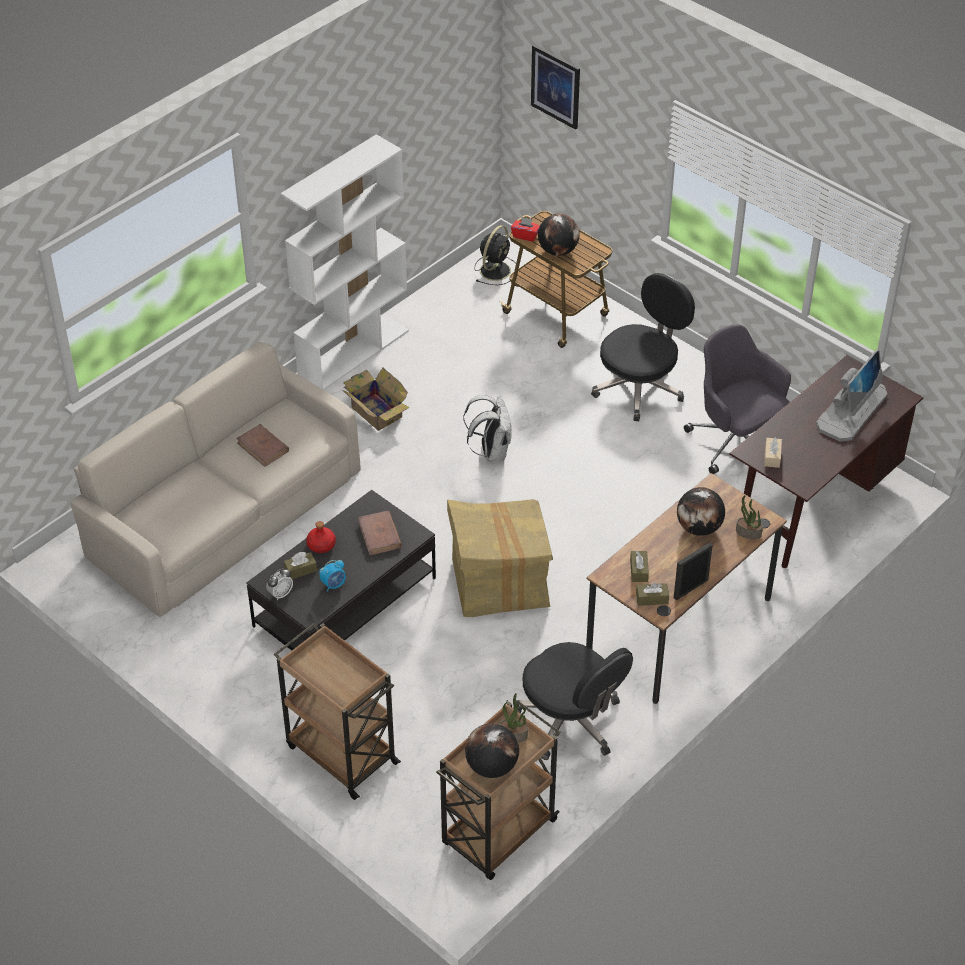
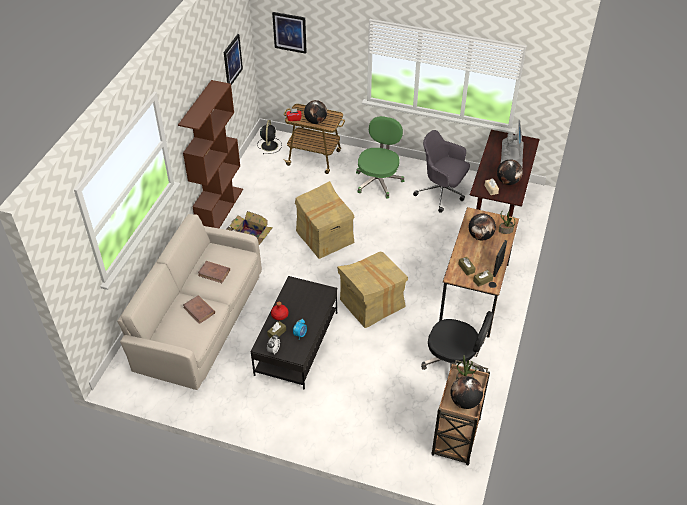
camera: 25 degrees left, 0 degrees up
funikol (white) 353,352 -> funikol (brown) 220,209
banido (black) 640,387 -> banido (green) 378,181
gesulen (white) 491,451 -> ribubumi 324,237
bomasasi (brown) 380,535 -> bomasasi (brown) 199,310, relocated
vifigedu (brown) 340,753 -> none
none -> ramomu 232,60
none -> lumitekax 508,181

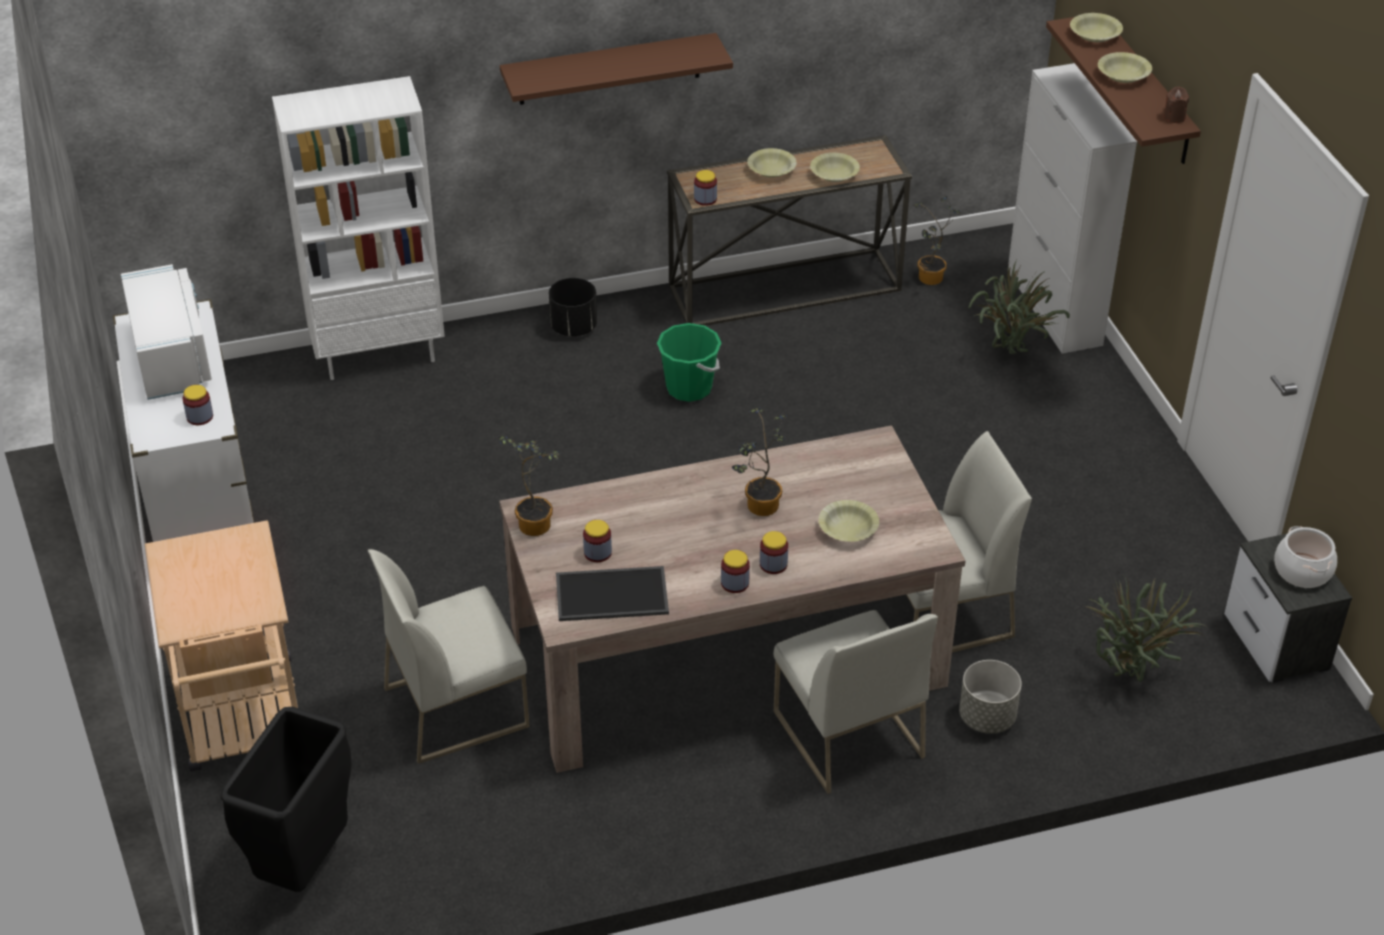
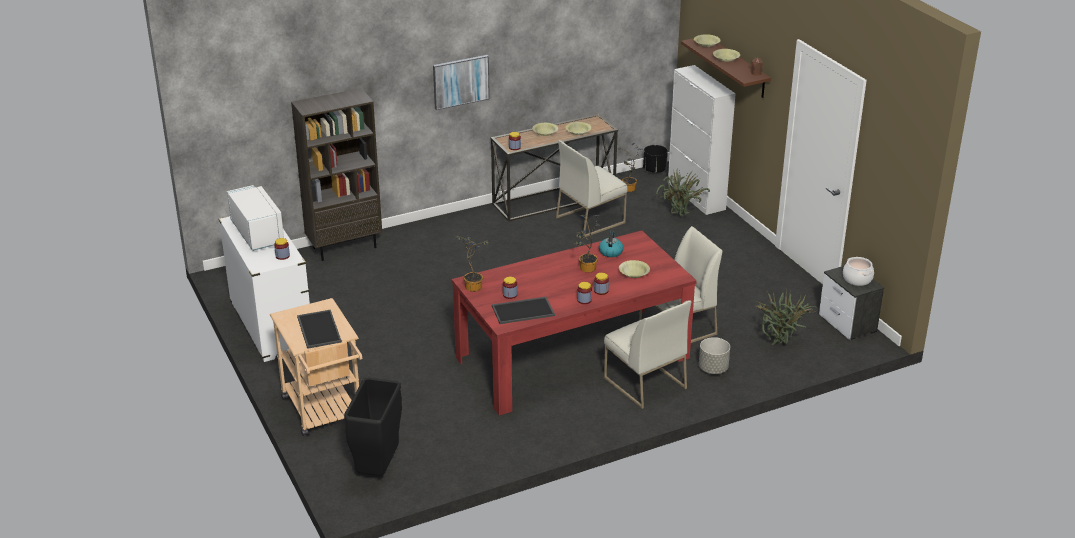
camera: 10 degrees left, 10 degrees down
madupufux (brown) 609,69 -> ramomu 460,81
funikol (white) 379,354 -> funikol (brown) 345,247
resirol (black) 573,327 -> resirol (black) 654,170, relocated
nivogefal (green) 689,388 -> none
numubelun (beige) 726,656 -> numubelun (red) 572,358
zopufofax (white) 457,706 -> zopufofax (white) 590,220, relocated
none -> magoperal 610,252
none -> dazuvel 318,329

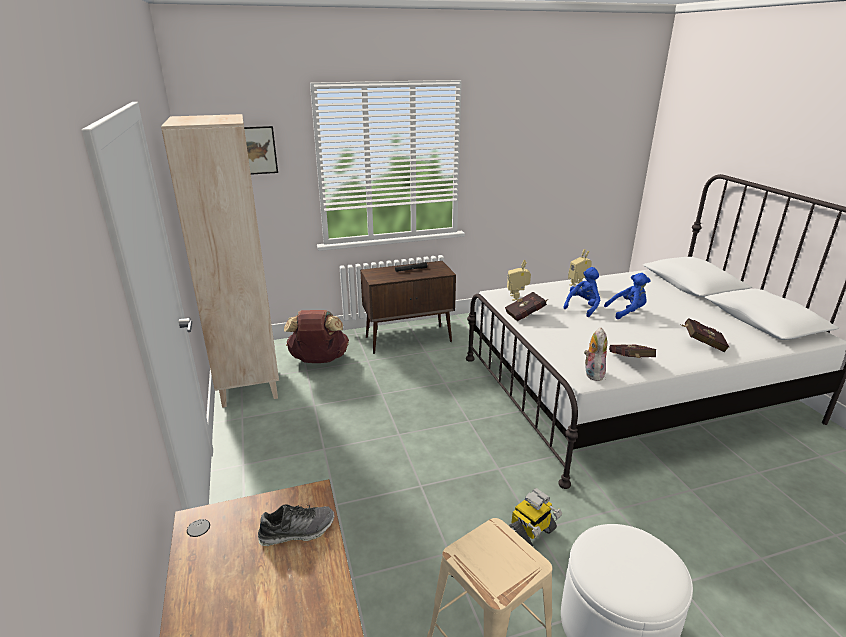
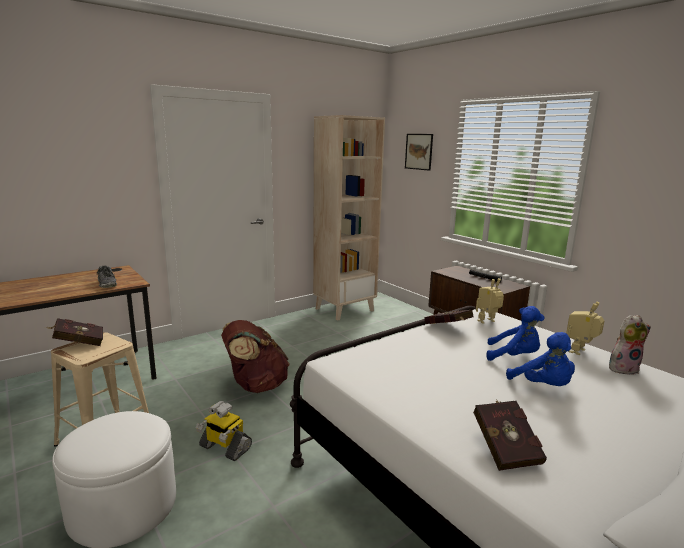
camera: 70 degrees right, 10 degrees down
gesulen (brown) 318,360 -> gesulen (brown) 255,385, relocated
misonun 592,373 -> misonun 623,368, relocated
bomasasi (red) 630,362 -> bomasasi (red) 78,343, relocated

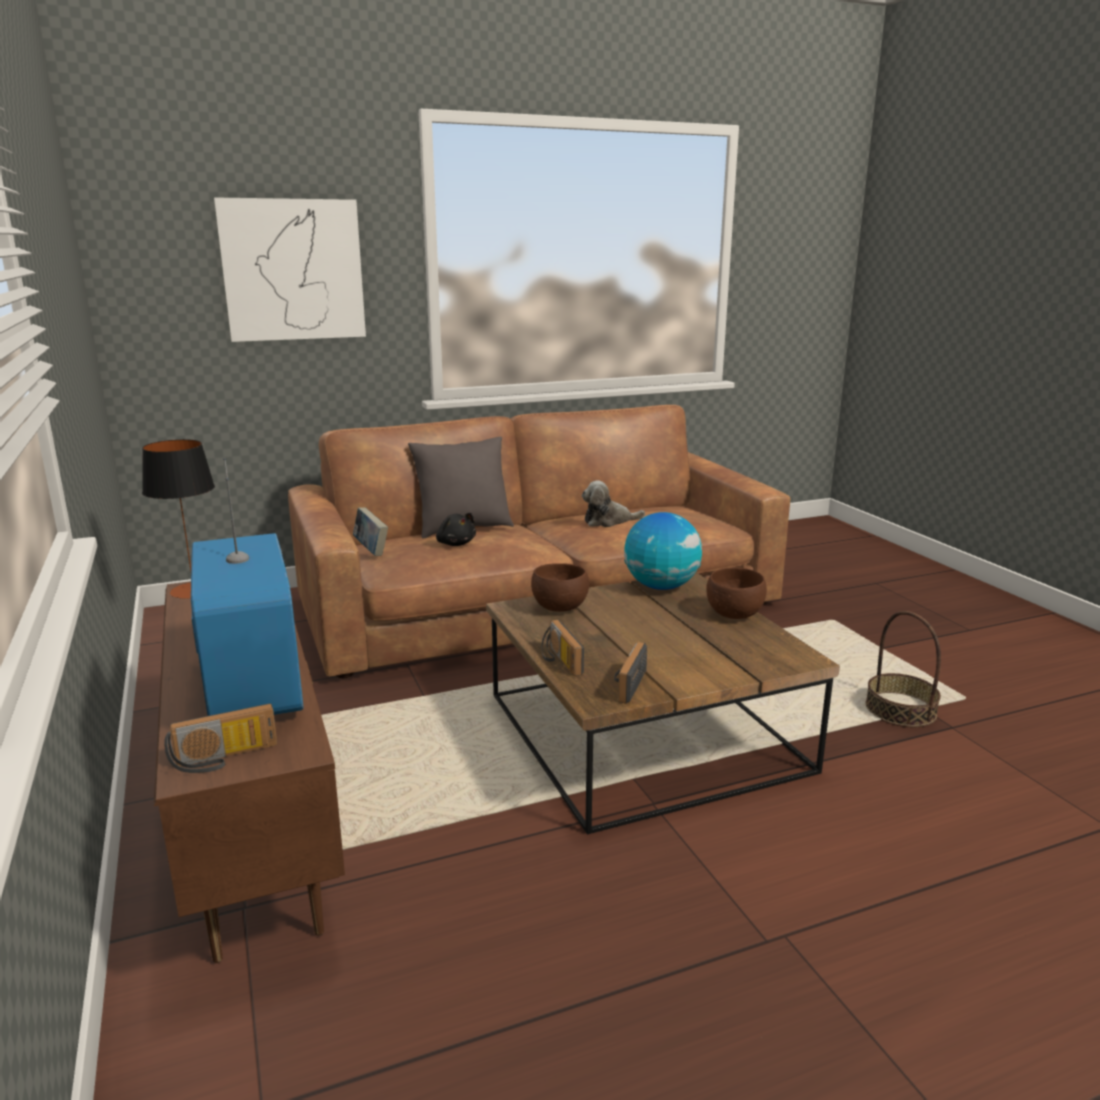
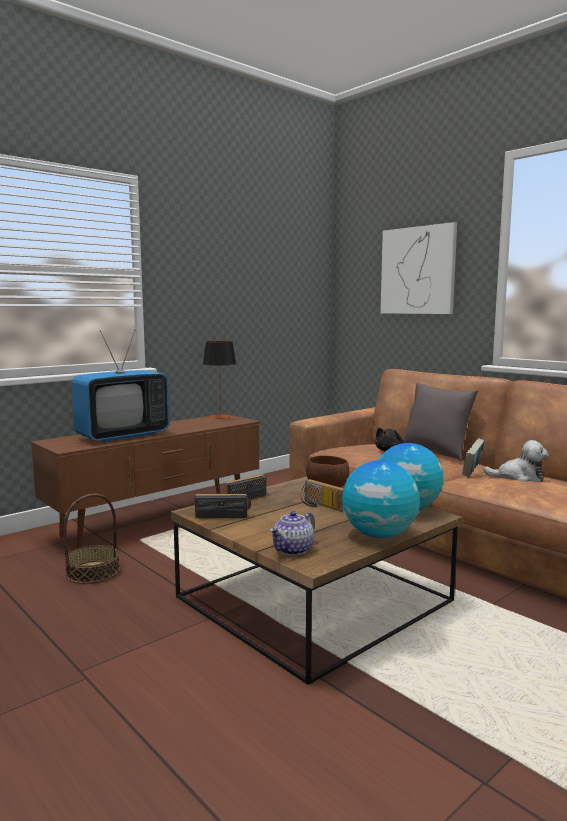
camera: 70 degrees right, 10 degrees down
misonun 608,521 -> misonun 518,478, 135 degrees clockwise
bomasasi 371,550 -> bomasasi 472,472, relocated
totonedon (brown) 733,614 -> lumitekax 379,535
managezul 900,710 -> managezul 93,572, relocated
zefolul 224,759 -> zefolul 320,506, relocated
none -> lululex 293,550

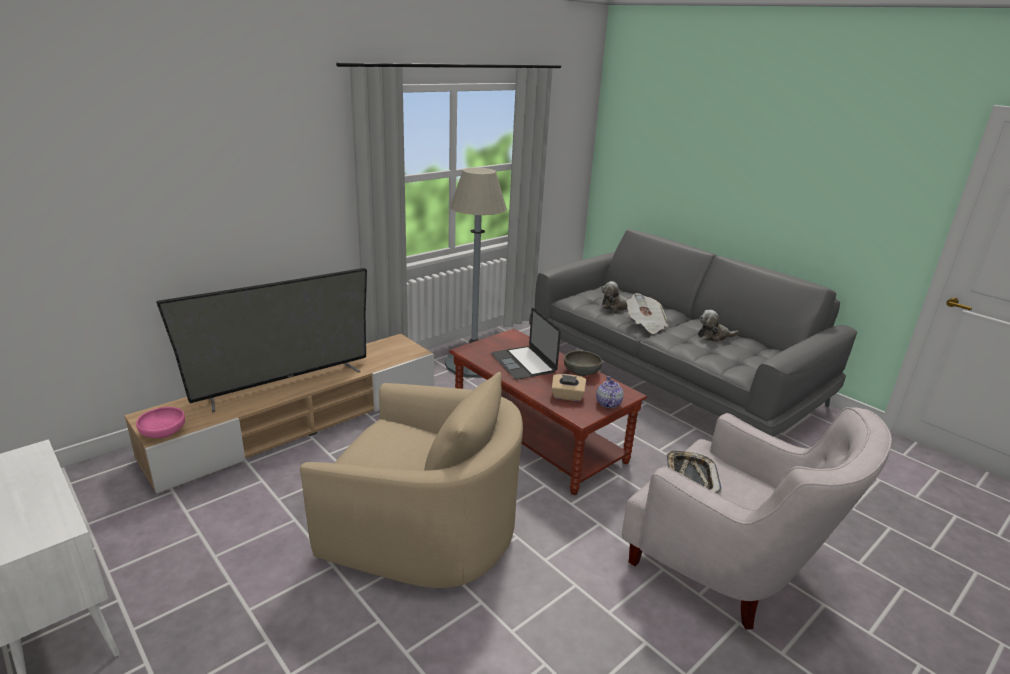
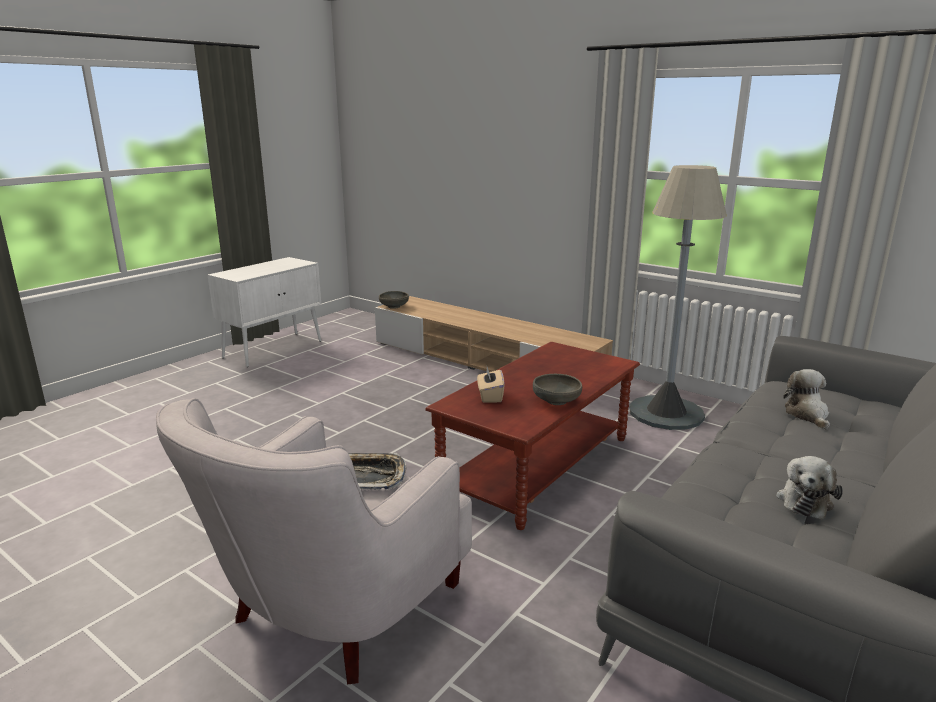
camera: 80 degrees right, 5 degrees down
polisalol 283,383 -> none
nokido 645,324 -> none
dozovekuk 523,363 -> none
misonun 714,336 -> misonun 805,500, 135 degrees counterclockwise
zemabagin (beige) 424,528 -> none
lululex 608,403 -> none
totonedon (pink) 163,433 -> totonedon (grey) 394,306

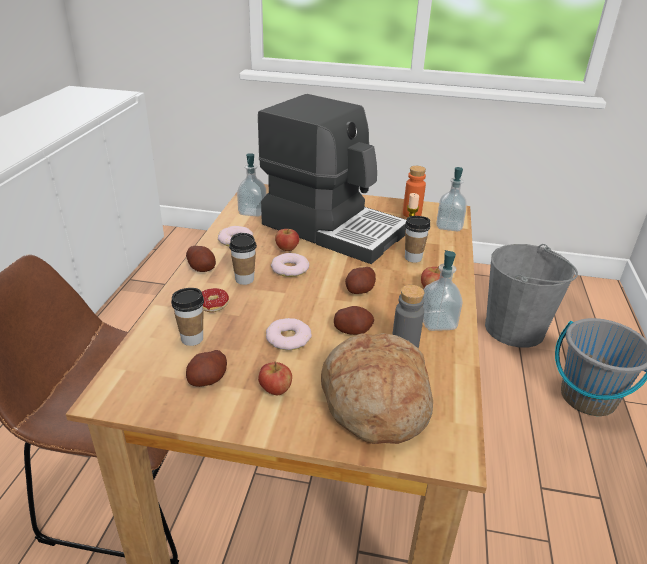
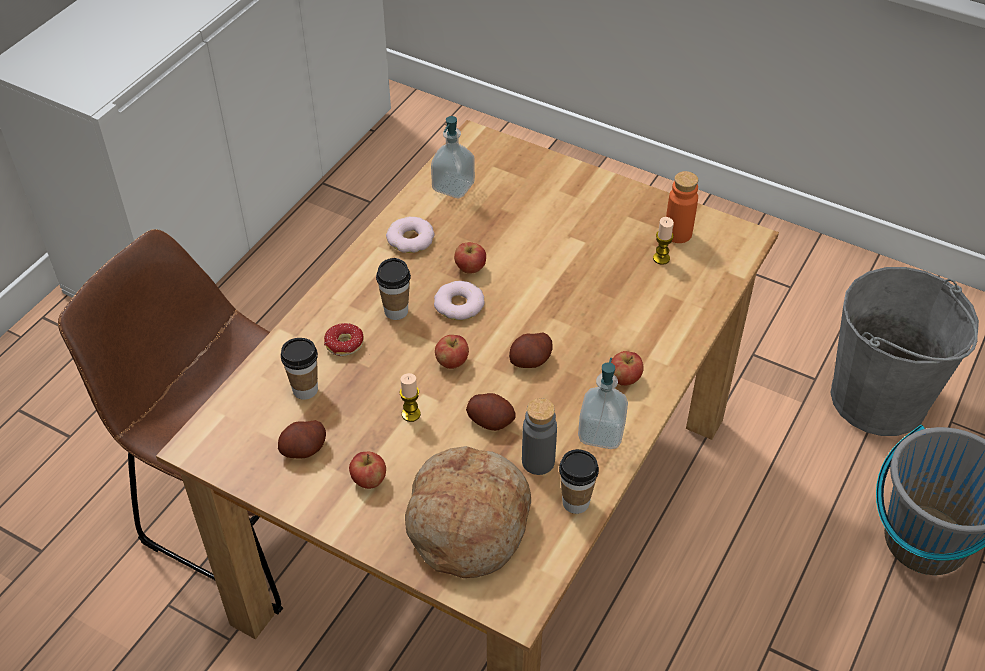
camera: 20 degrees right, 15 degrees up
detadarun 333,227 -> none
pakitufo 449,226 -> none
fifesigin 413,258 -> fifesigin 575,502, relocated
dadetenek 202,268 -> none
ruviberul 288,338 -> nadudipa 411,414
none -> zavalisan 452,362

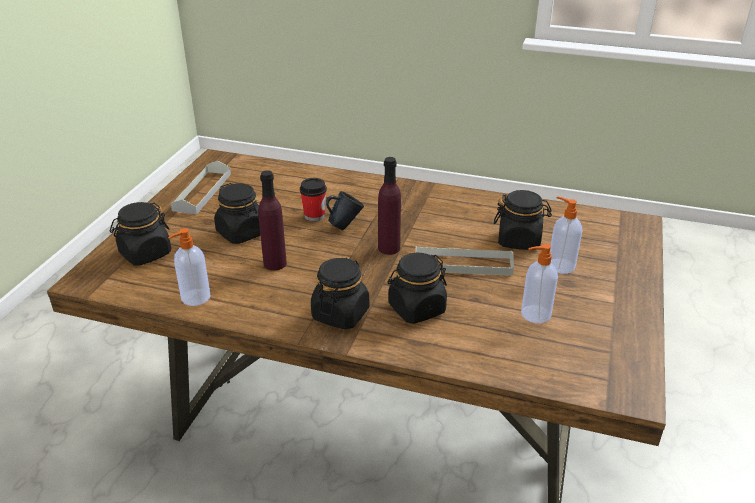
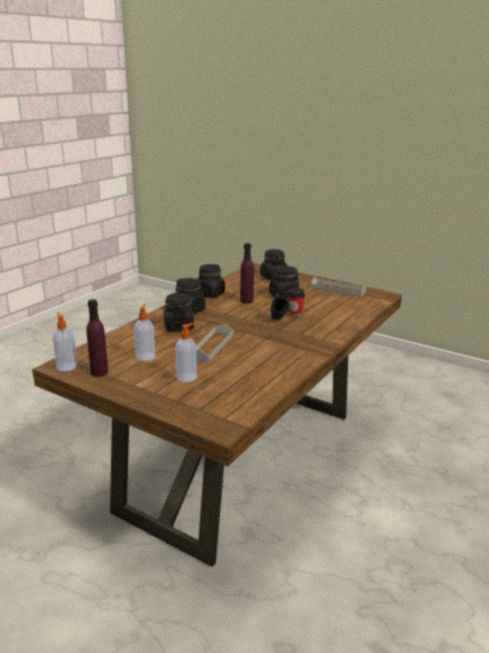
camera: 105 degrees right, 10 degrees down
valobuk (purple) 389,248 -> valobuk (purple) 99,372, relocated
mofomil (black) 519,240 -> mofomil (black) 210,294, relocated
pakitufo 195,298 -> pakitufo 66,366, relocated

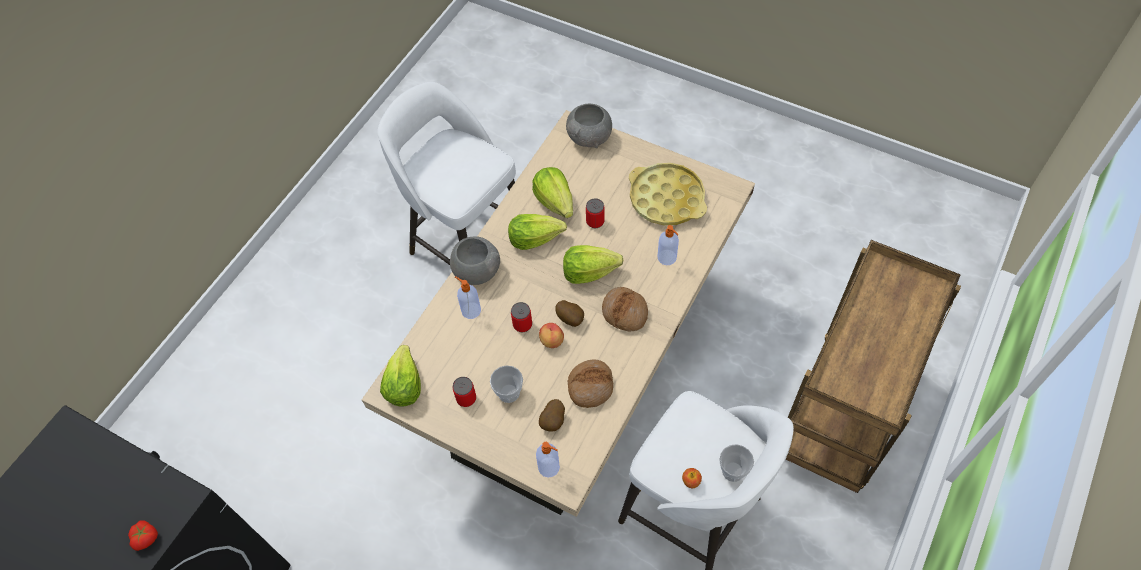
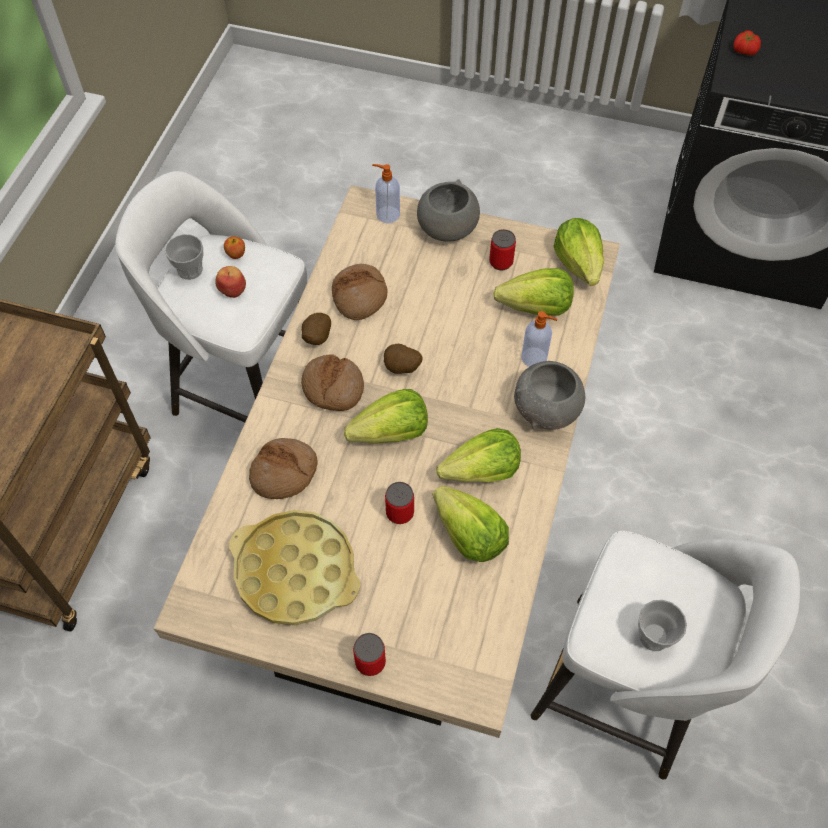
camera: 165 degrees right, 0 degrees up
totonedon (grey) 589,137 -> totonedon (grey) 447,229, relocated
pakitufo 667,258 -> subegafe 284,473
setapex 522,324 -> setapex 370,662, relocated
zavalisan 551,341 -> zavalisan 233,289, relocated
fifesigin 509,392 -> fifesigin 654,636, relocated
dadetenek 553,421 -> dadetenek 316,338, relocated
none -> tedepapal 536,308

